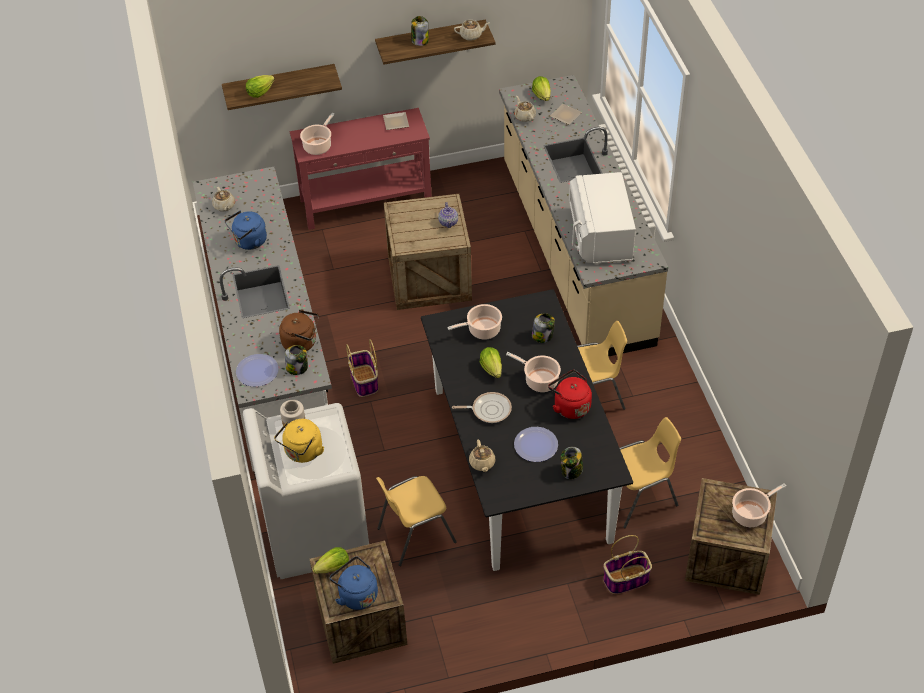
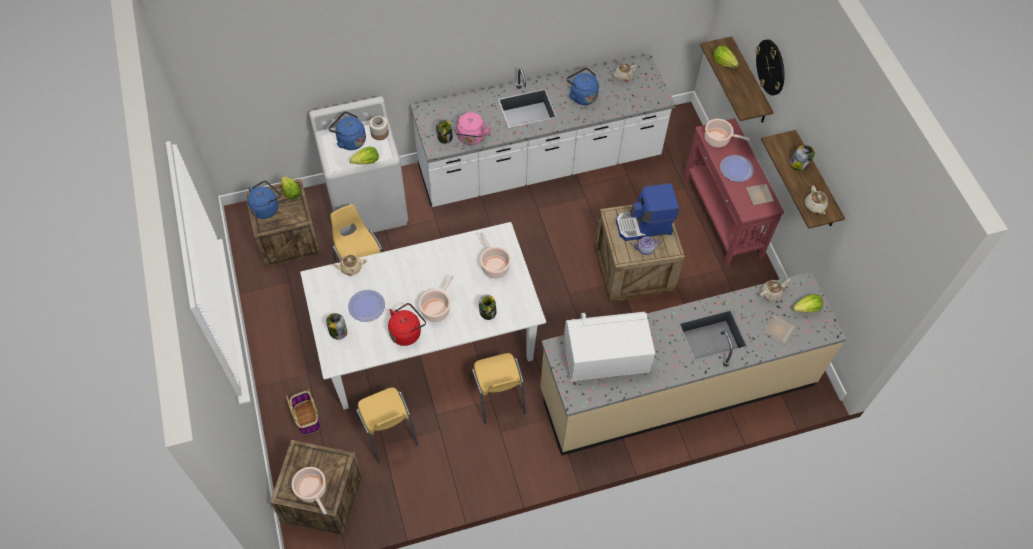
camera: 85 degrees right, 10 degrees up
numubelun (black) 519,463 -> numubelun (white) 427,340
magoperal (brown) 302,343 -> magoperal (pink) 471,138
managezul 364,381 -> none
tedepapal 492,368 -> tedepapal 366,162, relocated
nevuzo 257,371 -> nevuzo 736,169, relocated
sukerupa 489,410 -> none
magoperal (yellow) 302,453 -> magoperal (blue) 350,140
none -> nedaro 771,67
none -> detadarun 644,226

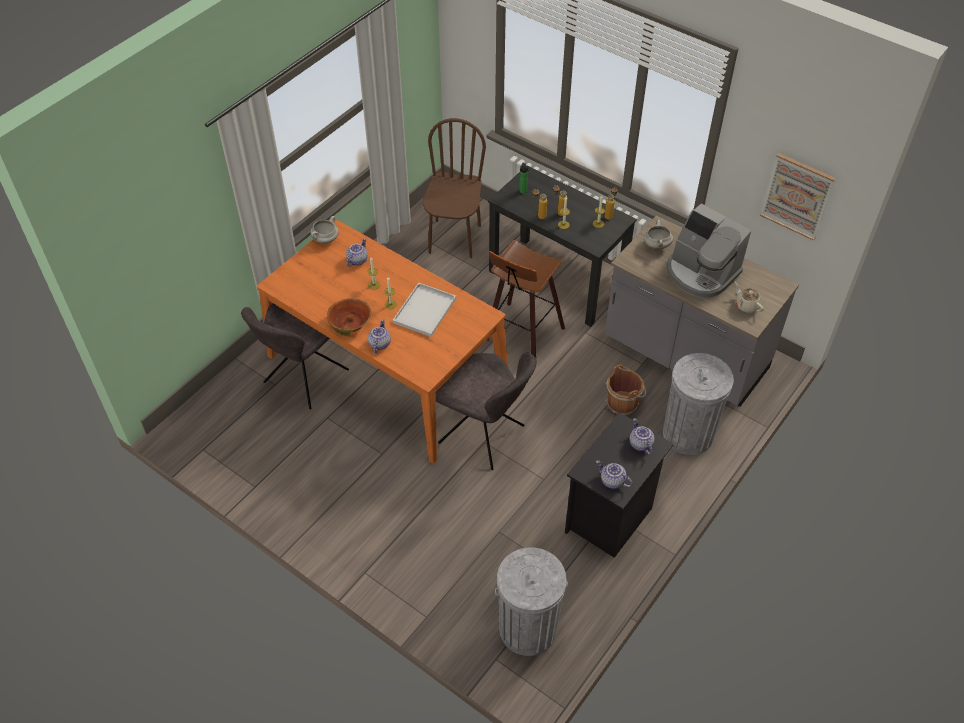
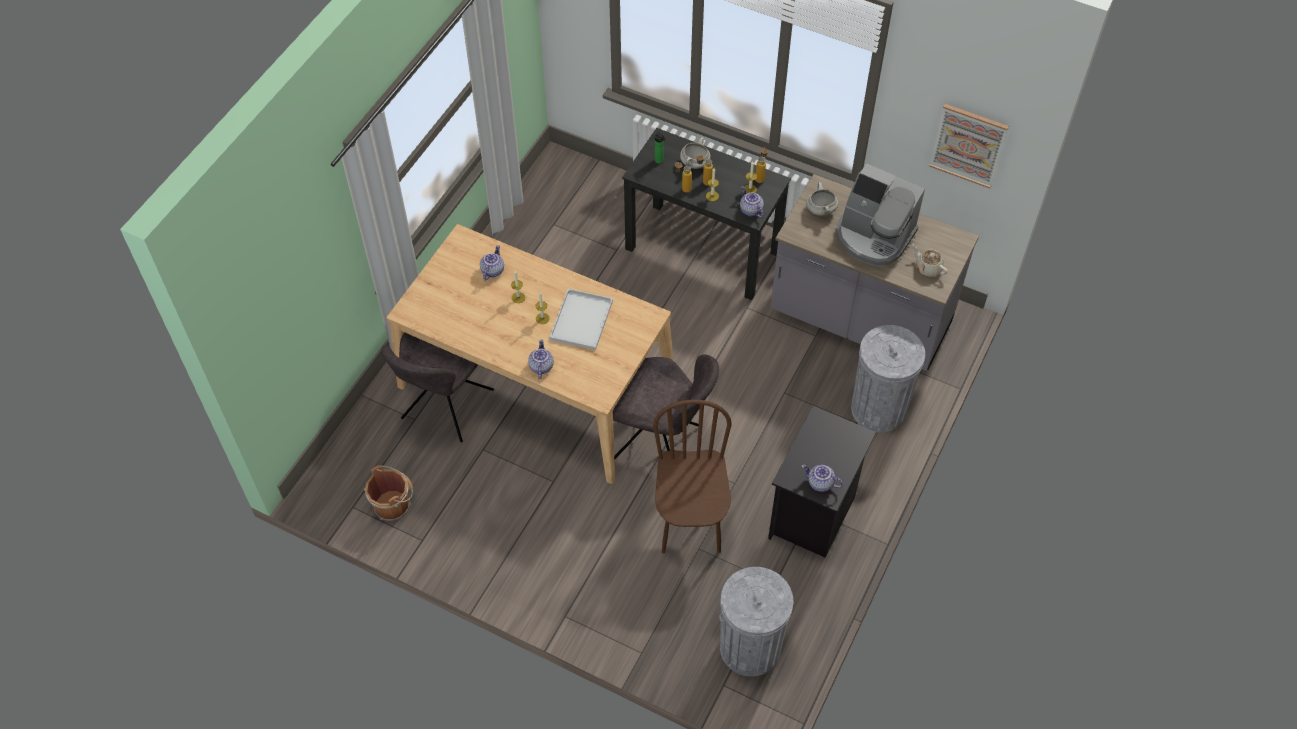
camera: 10 degrees left, 5 degrees up
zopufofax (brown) 454,239 -> zopufofax (brown) 690,524, relocated
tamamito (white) 325,240 -> tamamito (white) 695,164, relocated
numubelun (orange) 387,369 -> numubelun (beige) 536,382
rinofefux 522,334 -> none
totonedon 350,322 -> none
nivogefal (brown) 623,403 -> nivogefal (brown) 393,505, relocated
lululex 640,444 -> lululex 750,210, relocated

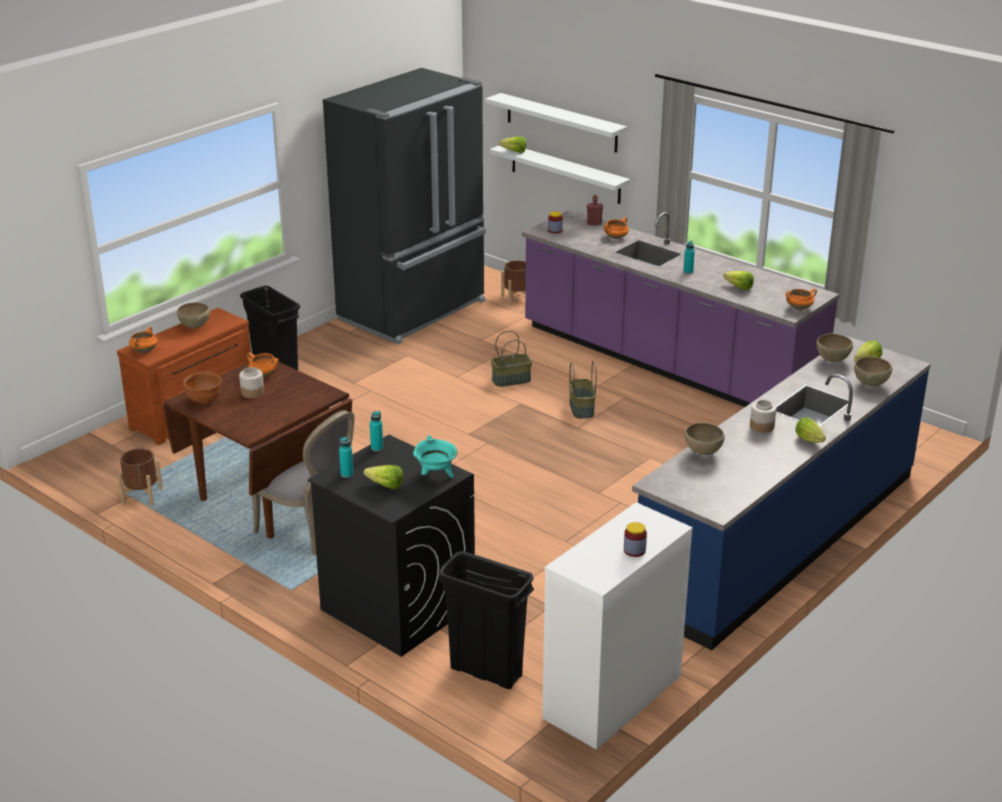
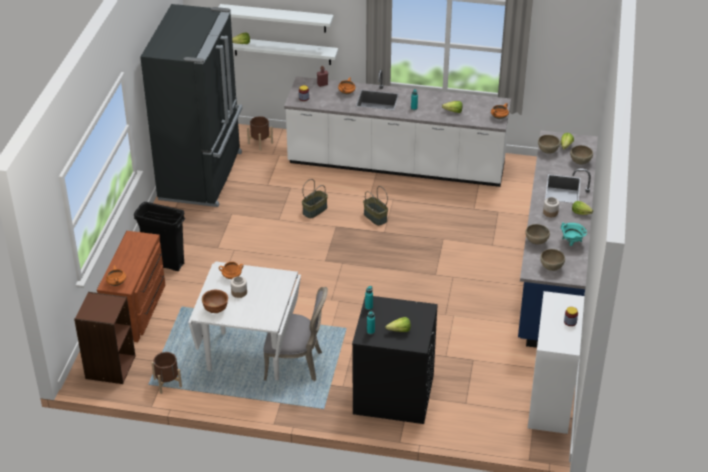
camera: 30 degrees left, 10 degrees up
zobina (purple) 666,364 -> zobina (white) 396,165
totonedon (brown) 195,327 -> totonedon (brown) 551,268, relocated
numubelun (brown) 267,501 -> numubelun (white) 249,355
tamamito (turquoise) 436,475 -> tamamito (turquoise) 571,243, relocated
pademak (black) 485,672 -> none
none -> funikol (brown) 110,367

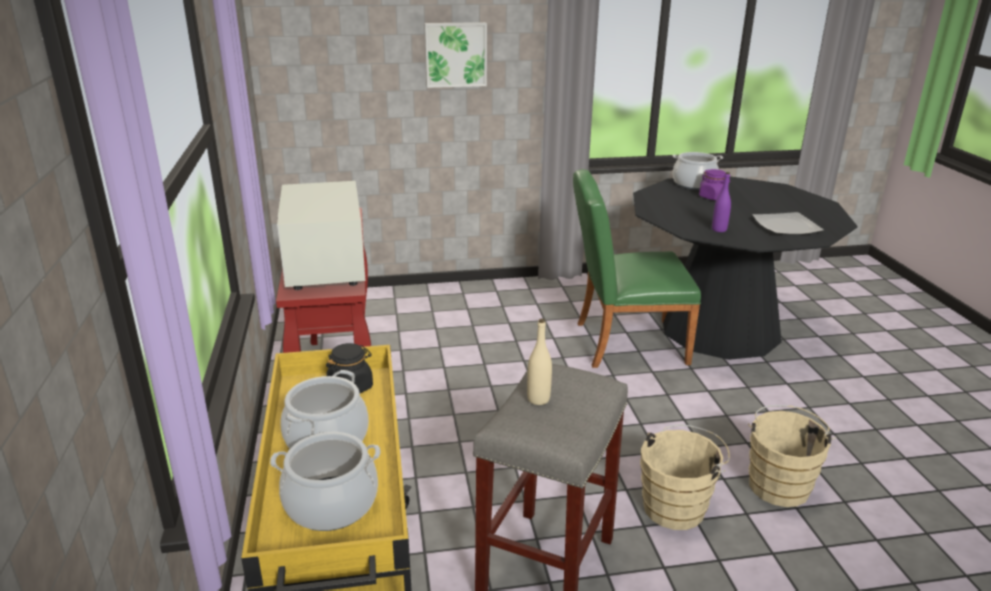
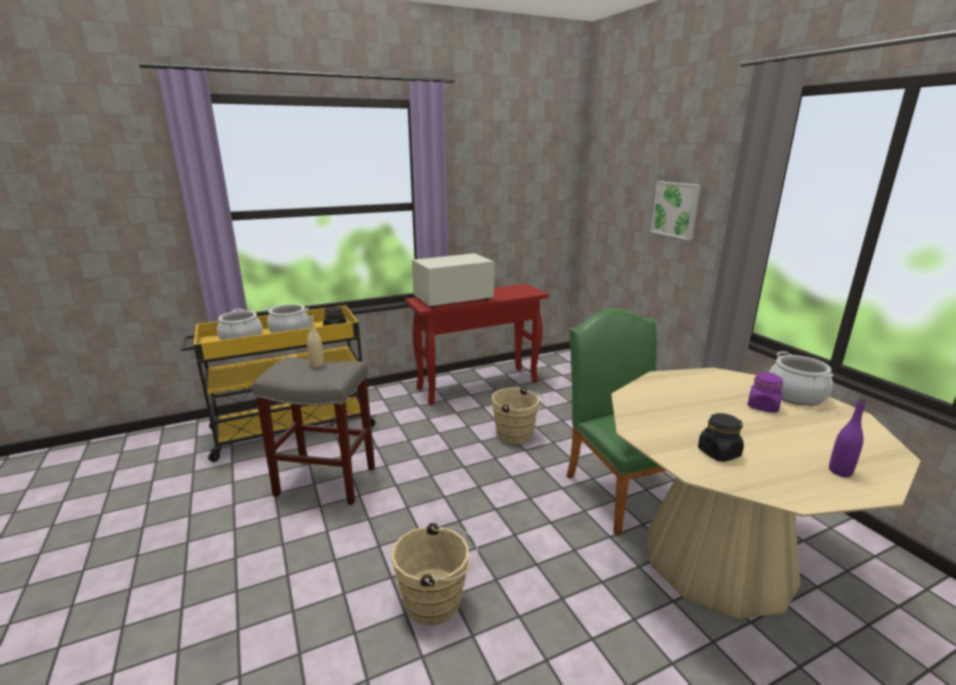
camera: 75 degrees right, 5 degrees down
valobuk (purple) 719,230 -> valobuk (purple) 840,471, relocated
numubelun (black) 720,329 -> numubelun (beige) 718,558
nevuzo 787,227 -> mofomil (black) 719,453
nivogefal (beige) 677,506 -> nivogefal (beige) 517,435, relocated

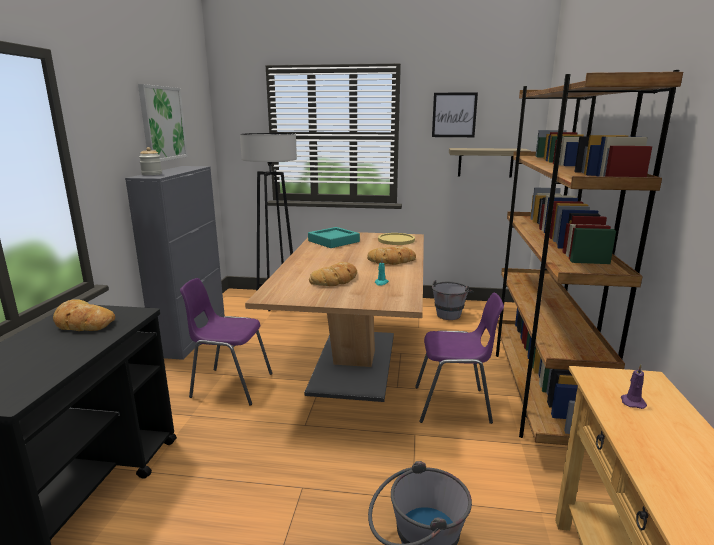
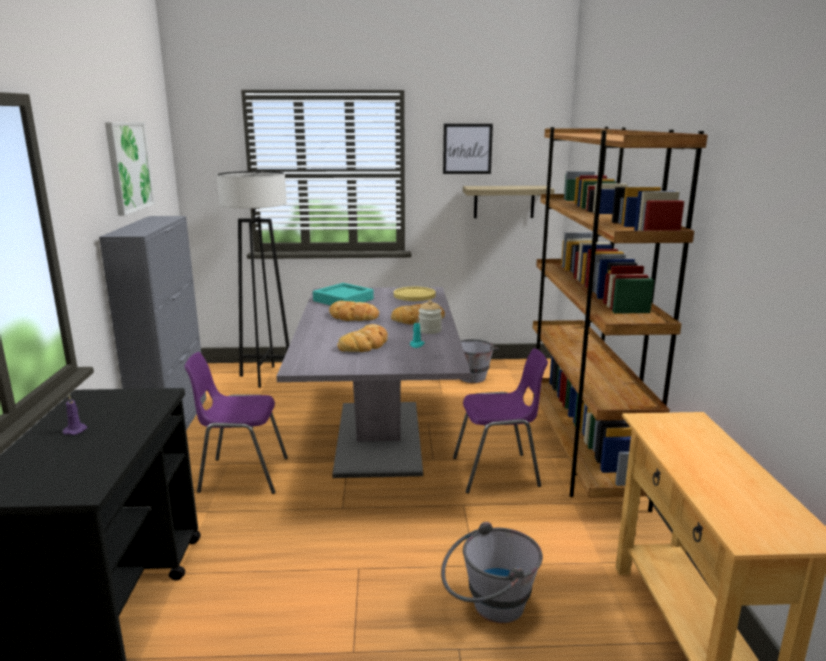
camera: 10 degrees left, 0 degrees up
mofomil 151,174 -> mofomil 429,330, relocated
numubelun (brown) 354,362 -> numubelun (grey) 378,437
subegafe 83,322 -> subegafe 352,317, relocated
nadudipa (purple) 632,402 -> nadudipa (purple) 76,430, relocated

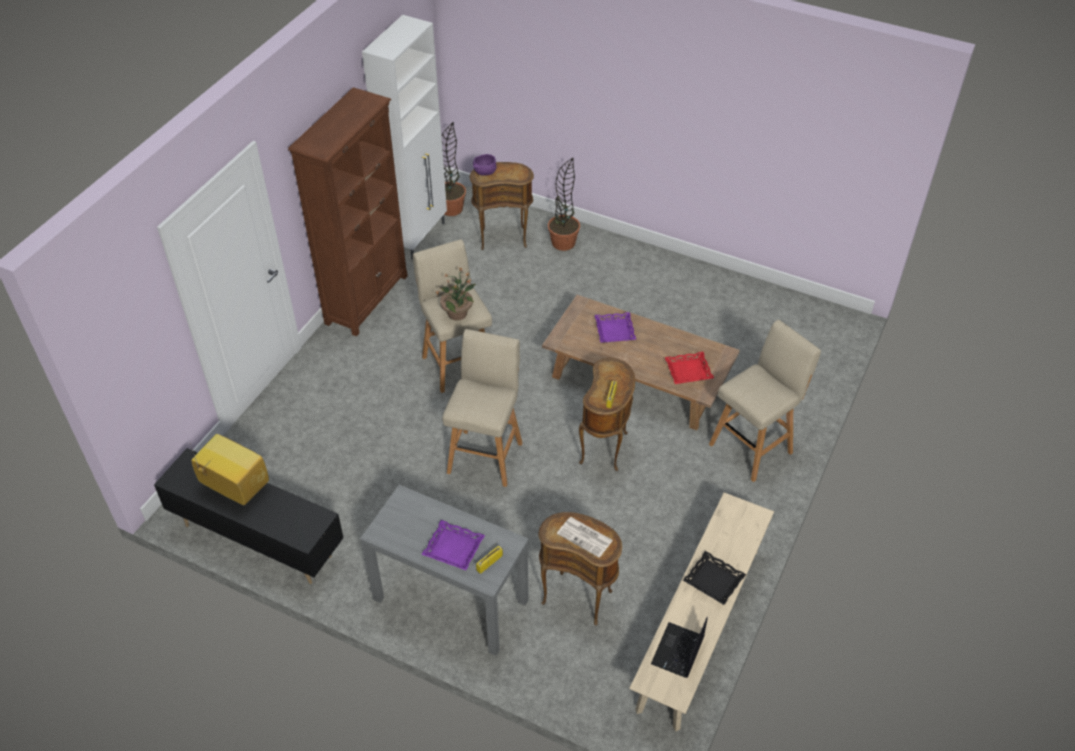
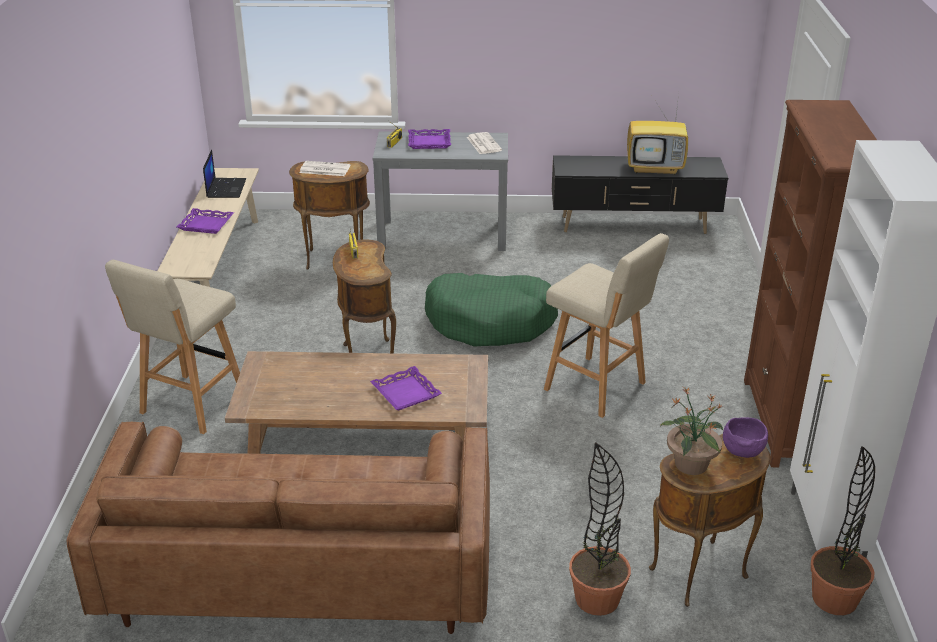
camera: 155 degrees right, 15 degrees down
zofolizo 458,313 -> zofolizo 690,465, relocated
rinofefux (beige) 486,455 -> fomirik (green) 491,321
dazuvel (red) 688,371 -> none
dazuvel (black) 714,580 -> dazuvel (purple) 205,225
none -> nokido 483,144
none -> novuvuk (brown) 300,572

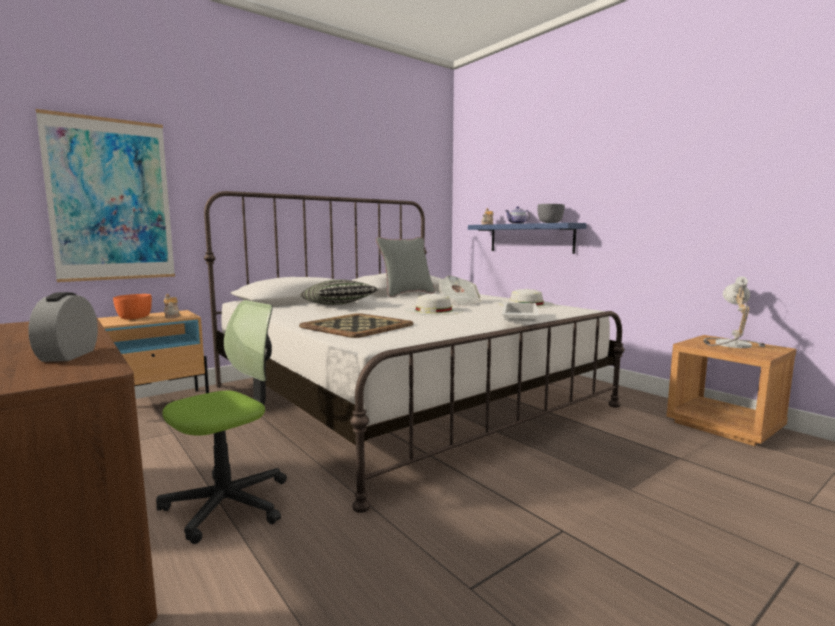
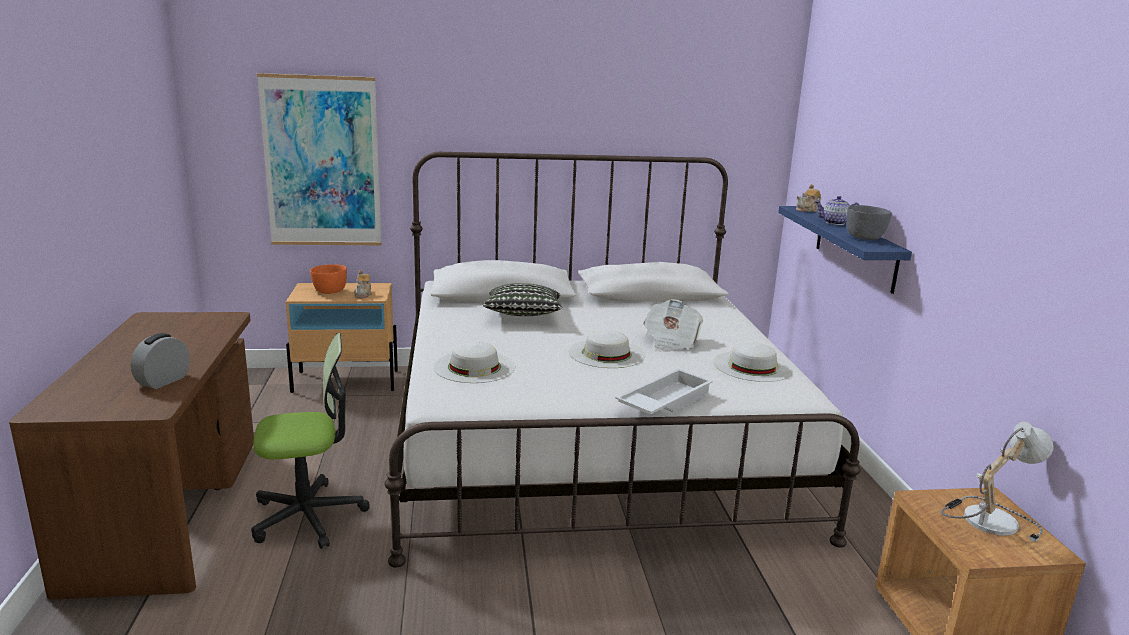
camera: 30 degrees right, 10 degrees up
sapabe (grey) 406,294 -> none
dazuvel 357,326 -> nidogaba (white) 474,367

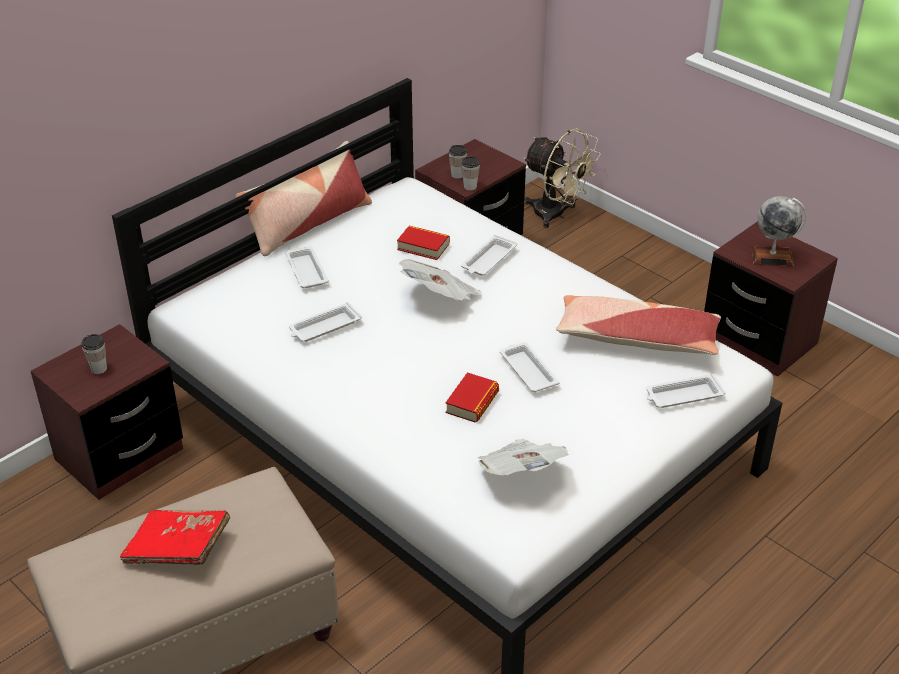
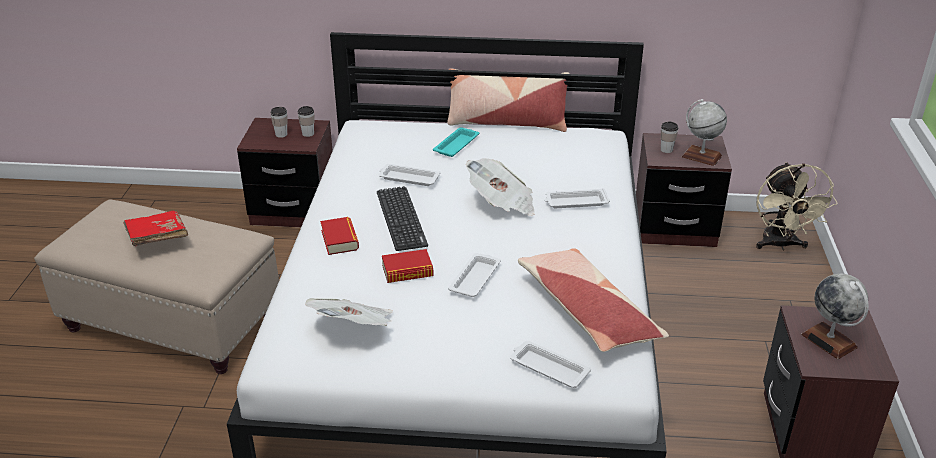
camera: 50 degrees right, 5 degrees down
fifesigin 470,187 -> fifesigin 308,134, relocated
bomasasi 423,247 -> bomasasi 340,240, relocated
dazuvel (white) 306,270 -> dazuvel (turquoise) 457,145
none -> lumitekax 701,156
none -> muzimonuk 401,219

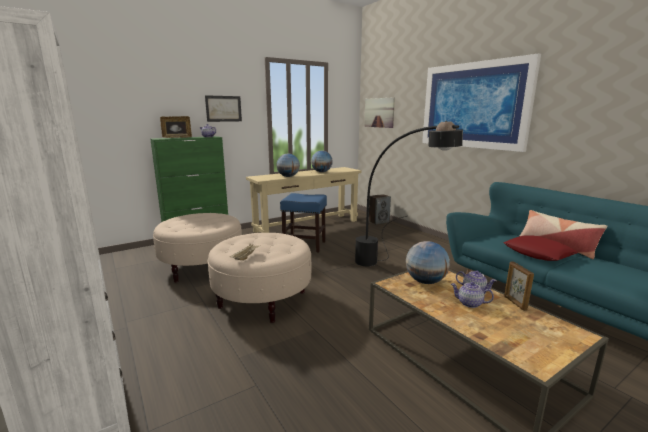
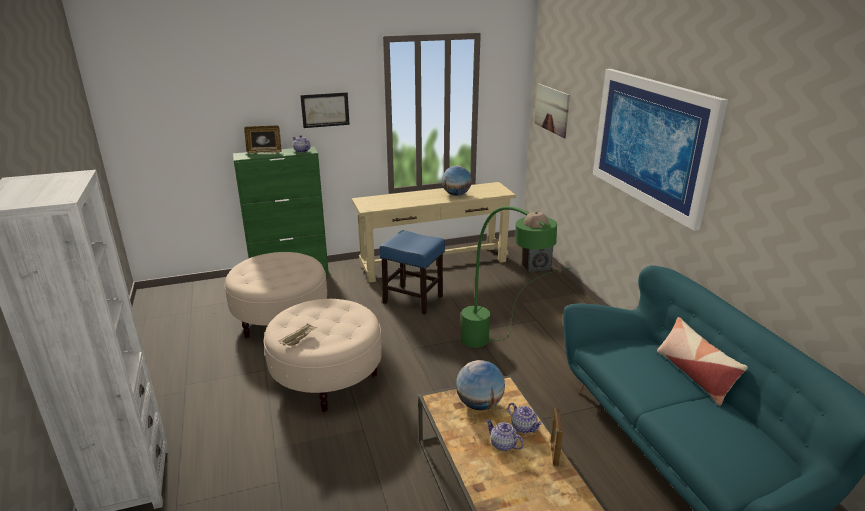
camera: 15 degrees right, 10 degrees up
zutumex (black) 394,268 -> zutumex (green) 504,355
lumitekax 288,176 -> none
sapabe (red) 538,253 -> none

